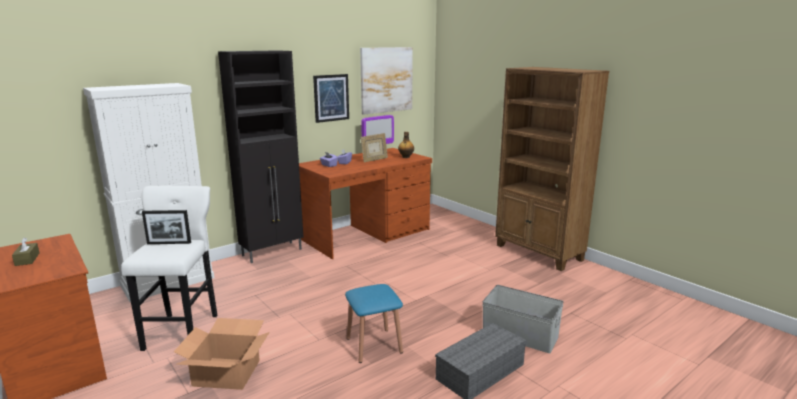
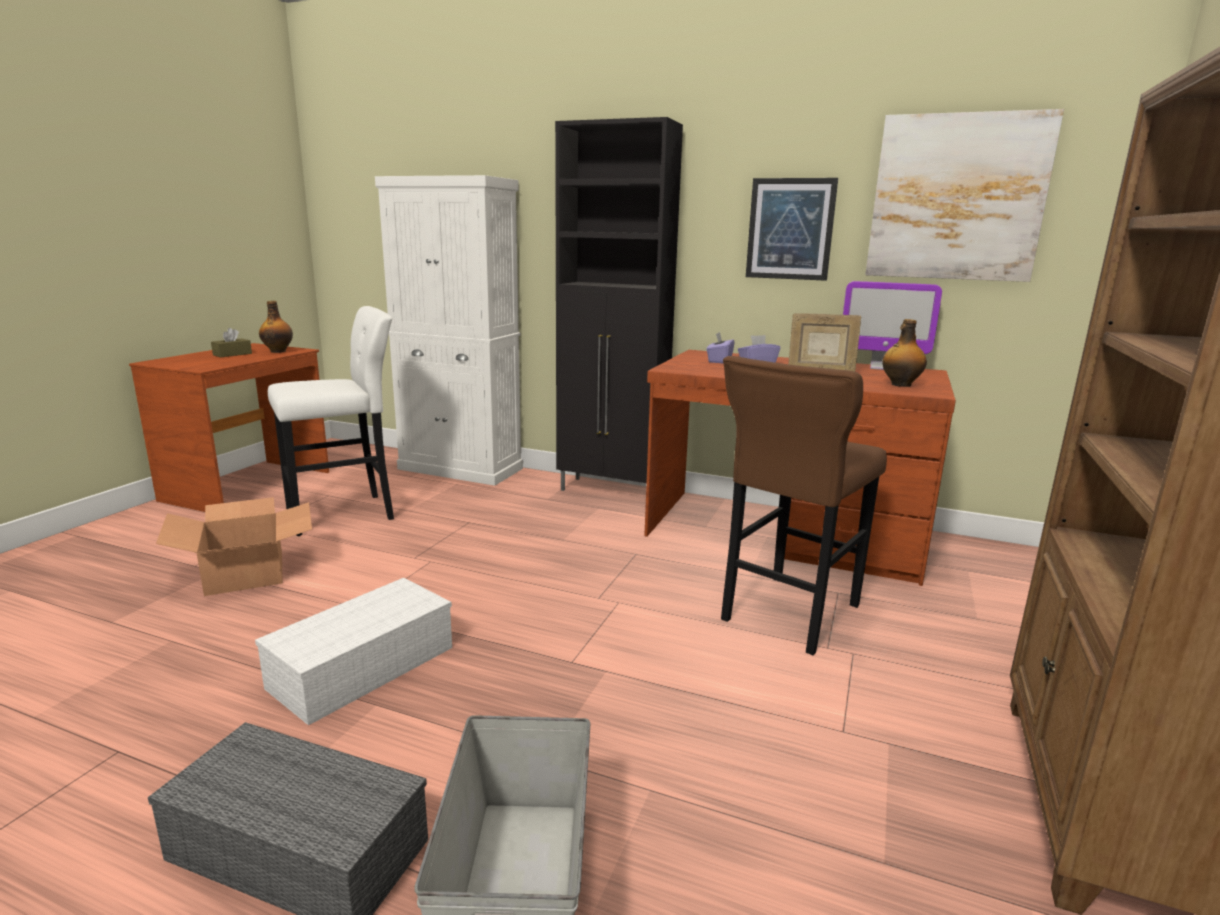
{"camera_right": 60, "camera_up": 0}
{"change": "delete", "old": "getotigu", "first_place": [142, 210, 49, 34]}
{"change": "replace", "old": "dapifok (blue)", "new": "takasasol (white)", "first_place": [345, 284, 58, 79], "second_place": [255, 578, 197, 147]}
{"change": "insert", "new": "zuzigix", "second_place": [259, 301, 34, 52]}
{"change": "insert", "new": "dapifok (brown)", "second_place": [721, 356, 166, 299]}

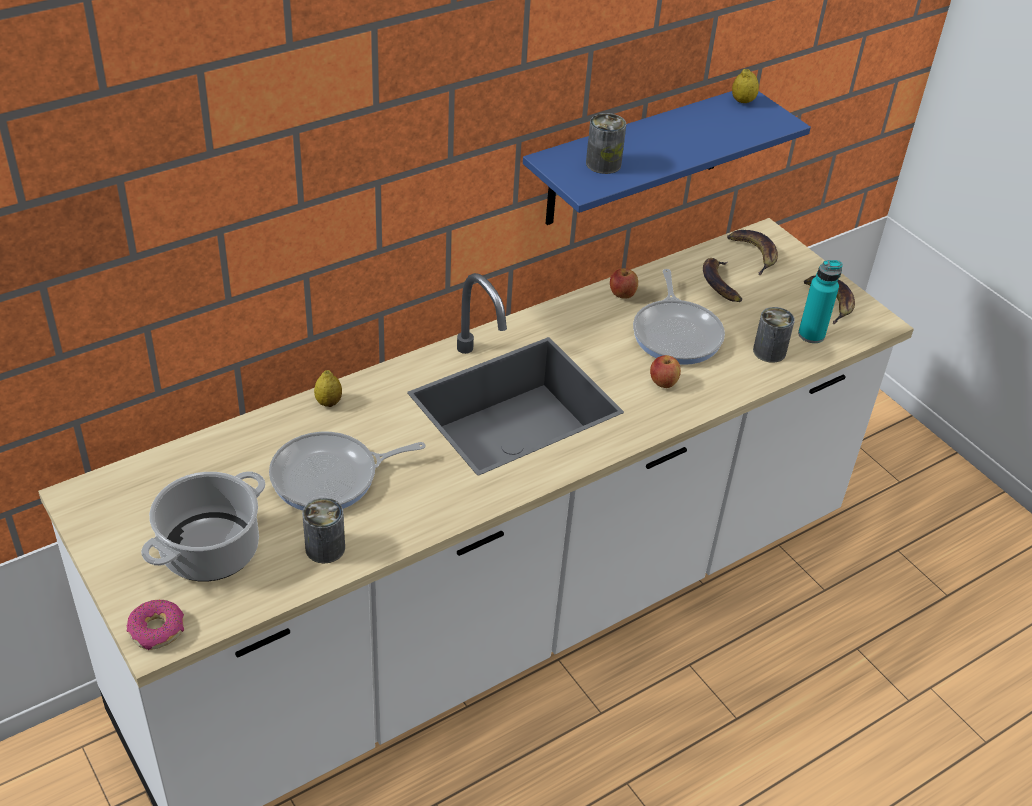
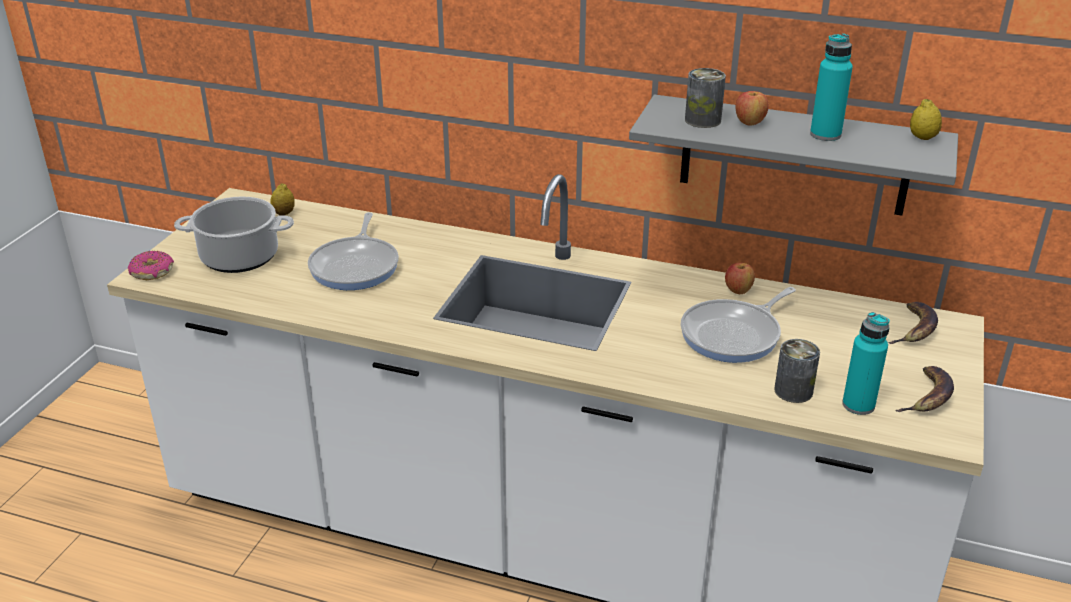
{"camera_right": 55, "camera_up": -10}
{"change": "rotate", "old": "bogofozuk", "first_place": [269, 432, 156, 79], "second_place": [308, 212, 91, 78], "degrees": -120}
{"change": "delete", "old": "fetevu", "first_place": [302, 498, 43, 65]}
{"change": "move", "old": "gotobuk", "first_place": [314, 370, 28, 37], "second_place": [270, 183, 25, 33]}
{"change": "recolor", "old": "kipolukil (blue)", "new": "kipolukil (grey)", "first_place": [523, 91, 288, 134], "second_place": [629, 95, 329, 121]}
{"change": "move", "old": "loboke", "first_place": [650, 355, 31, 33], "second_place": [735, 91, 34, 35]}
{"change": "delete", "old": "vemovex", "first_place": [703, 258, 39, 44]}
{"change": "insert", "new": "zuzigix (turquoise)", "second_place": [810, 33, 43, 108]}

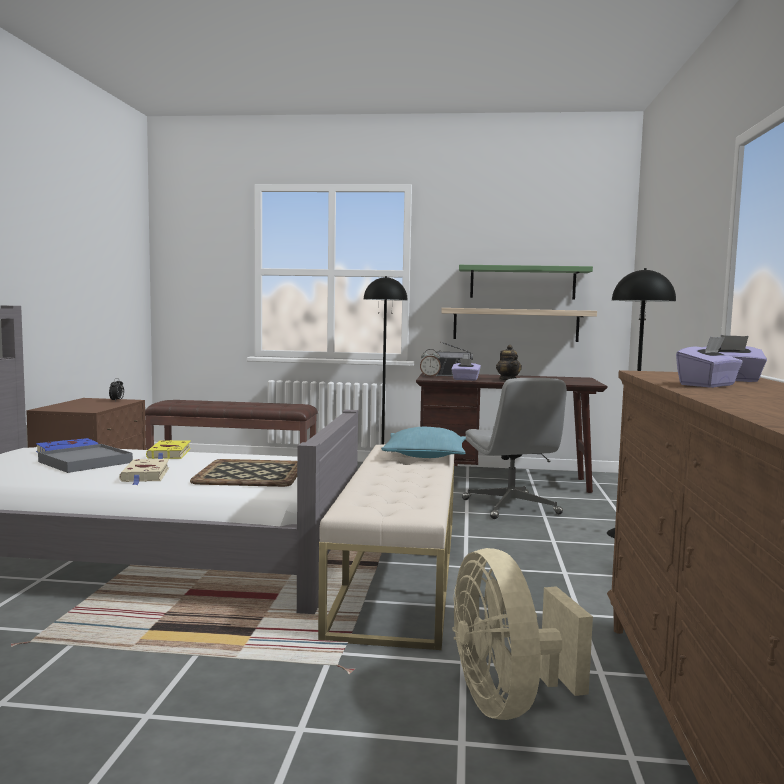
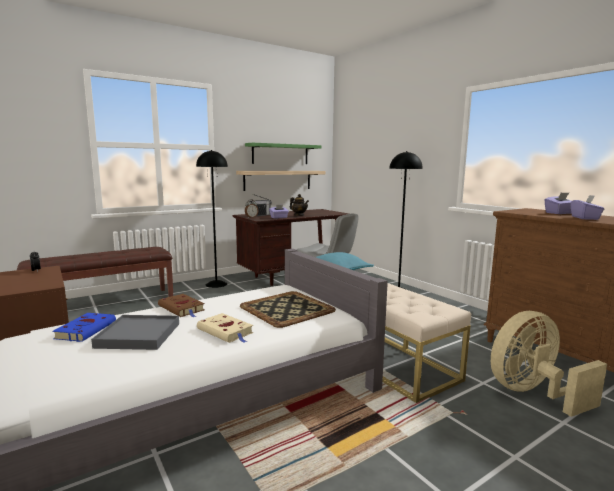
{"camera_right": -40, "camera_up": 5}
{"change": "recolor", "old": "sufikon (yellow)", "new": "sufikon (brown)", "first_place": [146, 440, 45, 19], "second_place": [158, 294, 47, 24]}
{"change": "rotate", "old": "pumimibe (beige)", "first_place": [453, 548, 140, 172], "second_place": [491, 311, 116, 106], "degrees": 120}

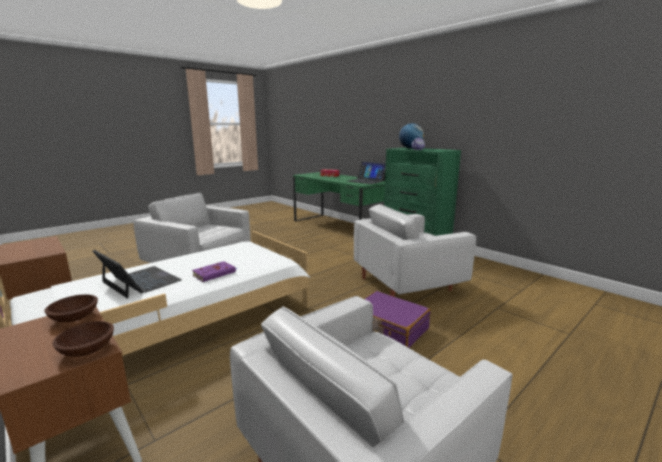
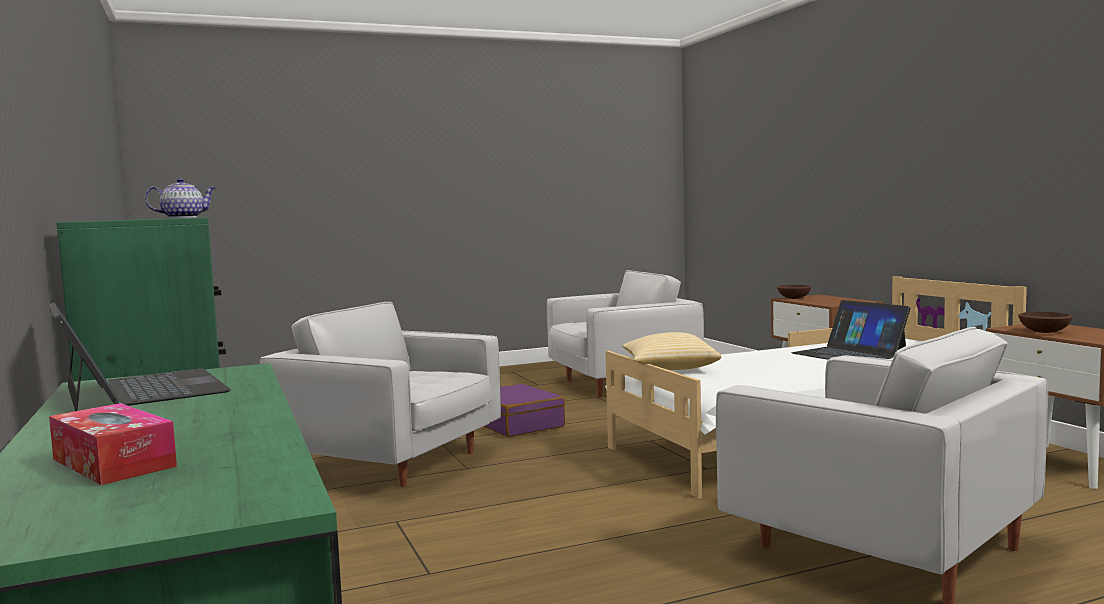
{"camera_right": -160, "camera_up": -10}
{"change": "move", "old": "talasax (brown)", "first_place": [44, 295, 54, 27], "second_place": [1018, 312, 55, 21]}
{"change": "delete", "old": "sufikon (purple)", "first_place": [192, 261, 46, 21]}
{"change": "rotate", "old": "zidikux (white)", "first_place": [354, 204, 123, 93], "second_place": [260, 302, 241, 185], "degrees": -150}
{"change": "delete", "old": "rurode", "first_place": [399, 123, 25, 25]}
{"change": "insert", "new": "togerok", "second_place": [622, 332, 99, 38]}

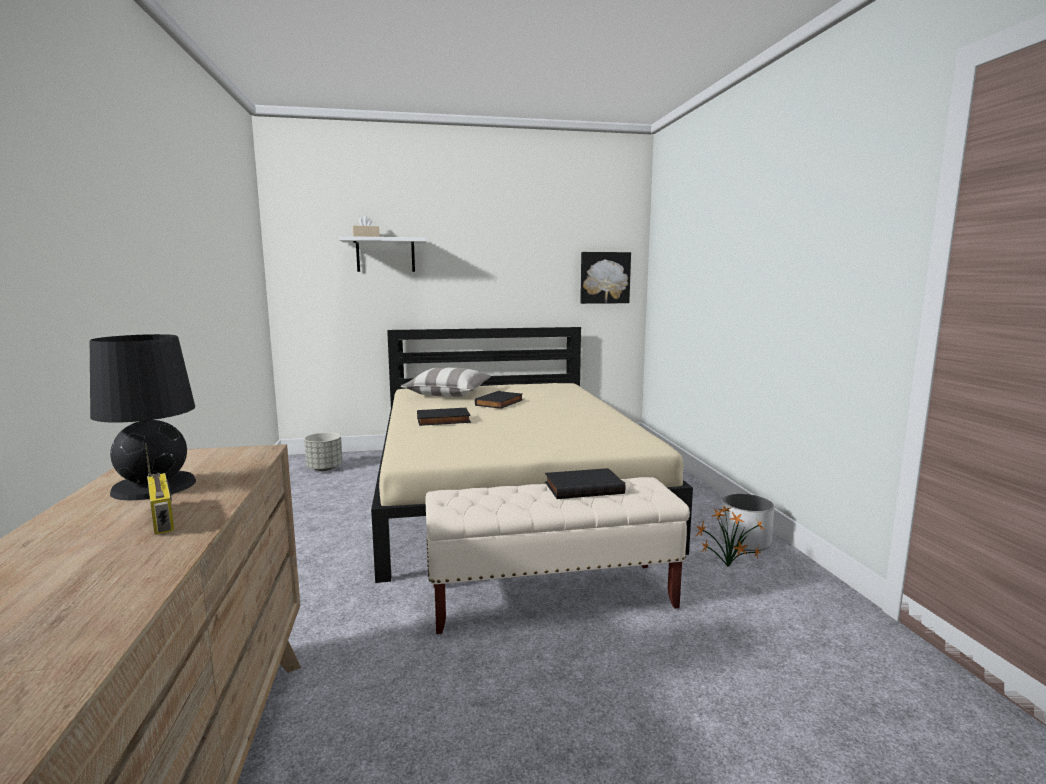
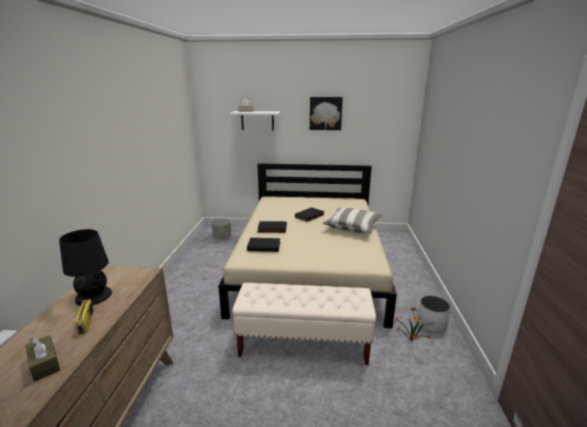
{"camera_right": 15, "camera_up": 10}
{"change": "move", "old": "togerok", "first_place": [401, 367, 90, 30], "second_place": [322, 208, 60, 25]}
{"change": "move", "old": "sufikon (black)", "first_place": [545, 468, 80, 31], "second_place": [247, 238, 33, 14]}
{"change": "move", "old": "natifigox", "first_place": [580, 252, 51, 52], "second_place": [310, 97, 33, 33]}
{"change": "insert", "new": "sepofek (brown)", "second_place": [25, 335, 35, 47]}

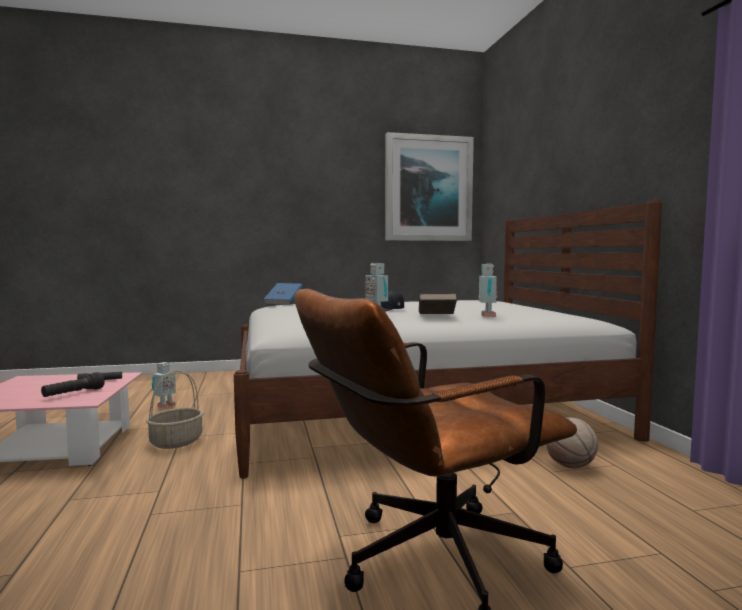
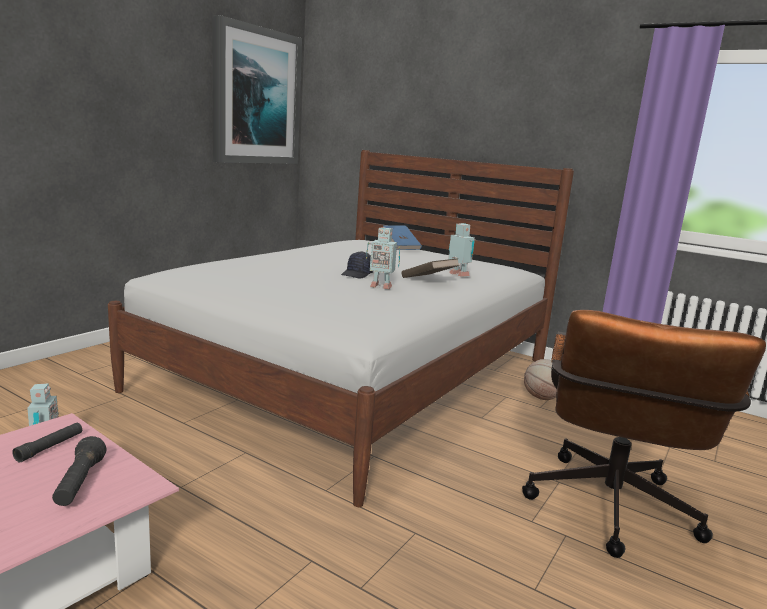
{"camera_right": -45, "camera_up": 10}
{"change": "delete", "old": "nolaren", "first_place": [146, 371, 58, 78]}
{"change": "move", "old": "sufikon (blue)", "first_place": [264, 283, 39, 22], "second_place": [383, 225, 39, 25]}

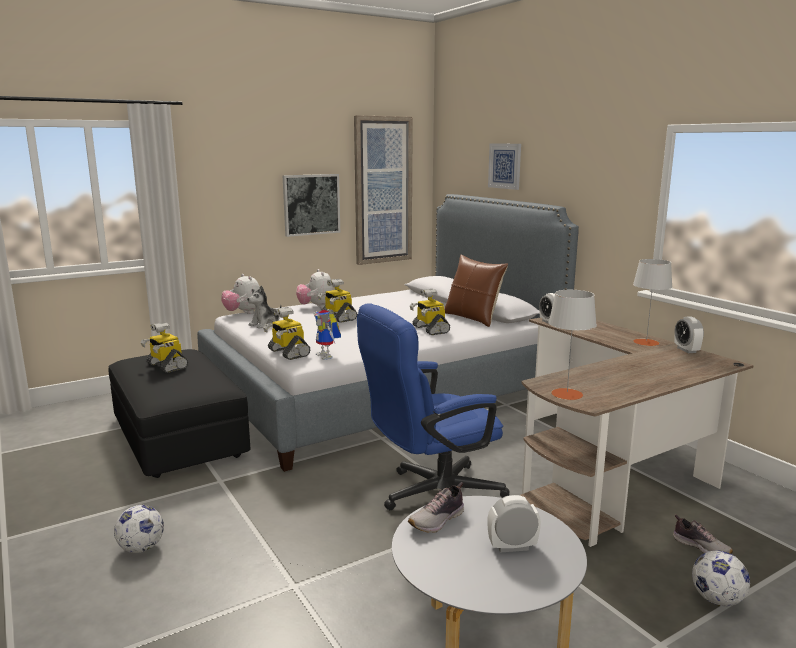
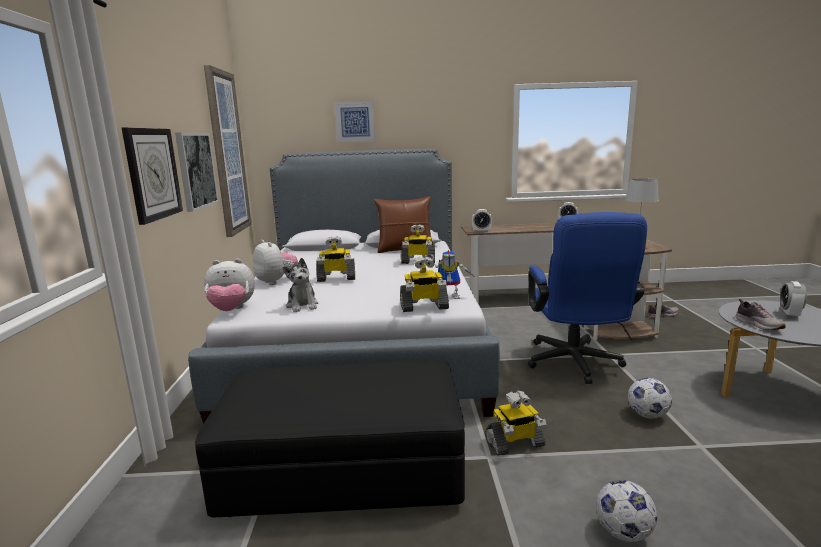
{"camera_right": -60, "camera_up": 0}
{"change": "move", "old": "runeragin", "first_place": [141, 322, 47, 51], "second_place": [485, 390, 62, 66]}
{"change": "rotate", "old": "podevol", "first_place": [296, 269, 37, 39], "second_place": [253, 240, 45, 45], "degrees": -135}
{"change": "delete", "old": "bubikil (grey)", "first_place": [633, 259, 39, 87]}
{"change": "move", "old": "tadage", "first_place": [692, 550, 58, 56], "second_place": [628, 378, 44, 41]}
{"change": "insert", "new": "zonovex", "second_place": [122, 127, 61, 98]}

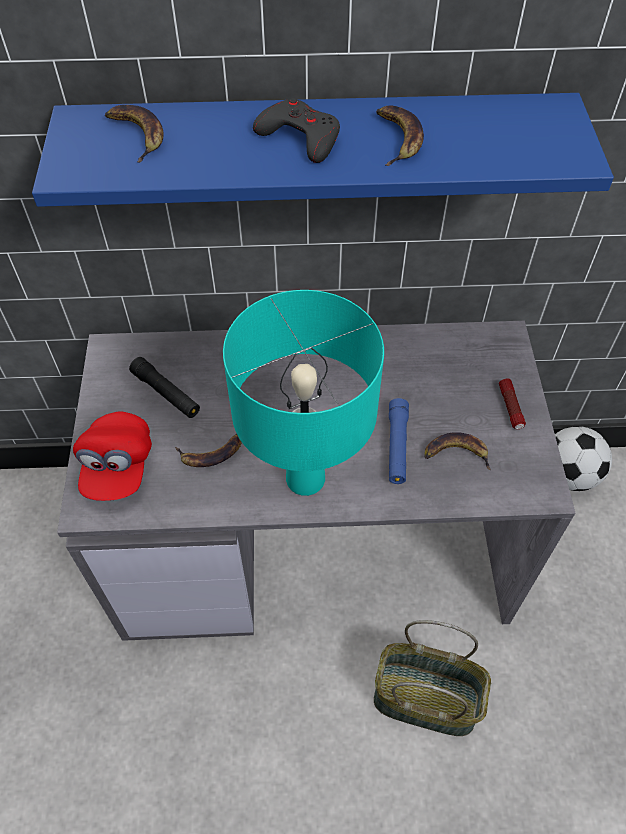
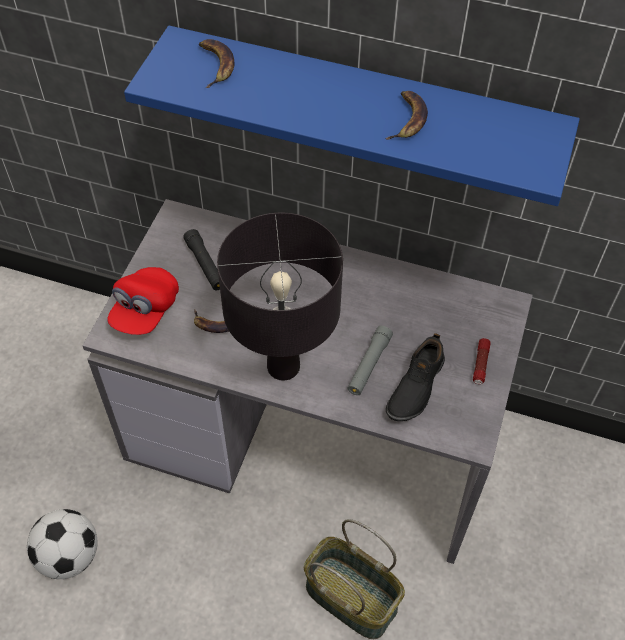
{"camera_right": 20, "camera_up": 0}
{"change": "recolor", "old": "bubikil (turquoise)", "new": "bubikil (black)", "first_place": [223, 290, 161, 206], "second_place": [217, 213, 126, 168]}
{"change": "delete", "old": "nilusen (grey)", "first_place": [253, 98, 87, 65]}
{"change": "recolor", "old": "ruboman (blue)", "new": "ruboman (grey)", "first_place": [389, 398, 20, 86], "second_place": [348, 326, 45, 69]}
{"change": "replace", "old": "vemovex", "new": "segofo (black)", "first_place": [424, 432, 67, 38], "second_place": [386, 333, 59, 88]}
{"change": "move", "old": "tadage", "first_place": [555, 426, 57, 65], "second_place": [27, 509, 70, 70]}

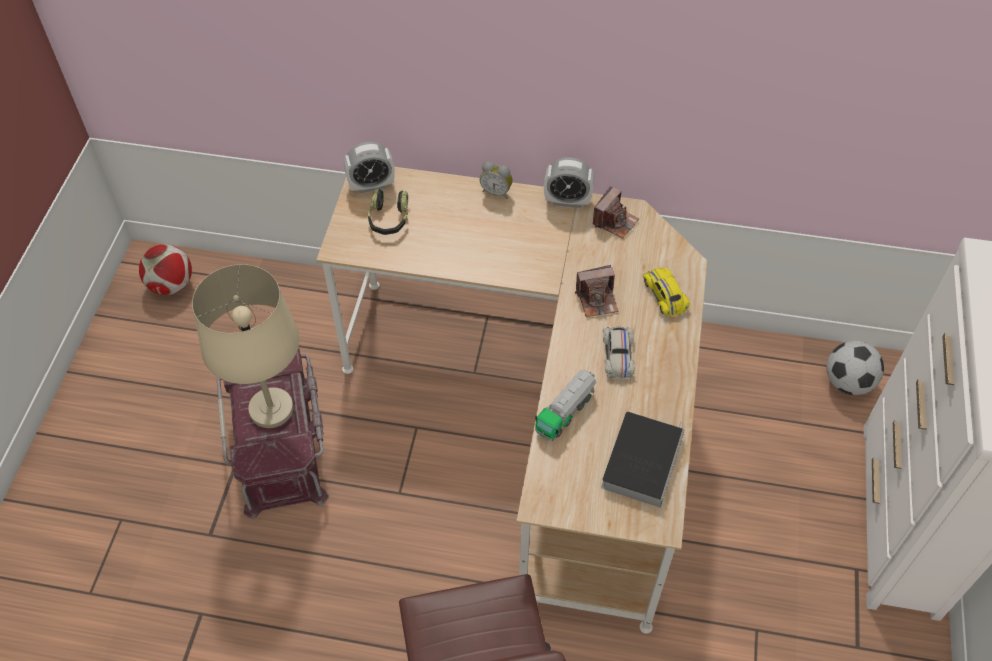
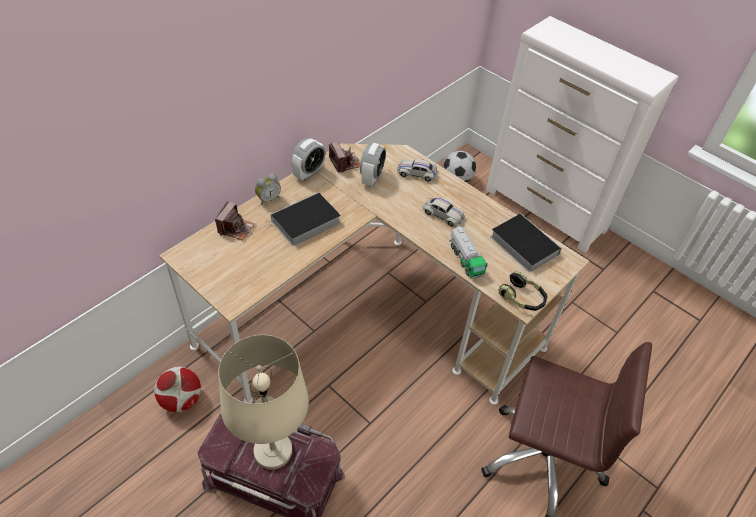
{"camera_right": -60, "camera_up": -5}
{"change": "move", "old": "tadage", "first_place": [139, 244, 53, 51], "second_place": [154, 367, 47, 45]}
{"change": "move", "old": "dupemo", "first_place": [344, 142, 51, 51], "second_place": [360, 143, 26, 43]}
{"change": "move", "old": "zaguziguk", "first_place": [368, 189, 40, 46], "second_place": [498, 271, 50, 40]}
{"change": "move", "old": "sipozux", "first_place": [575, 265, 43, 52], "second_place": [215, 201, 40, 40]}
{"change": "recolor", "old": "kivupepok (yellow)", "new": "kivupepok (white)", "first_place": [643, 268, 47, 48], "second_place": [397, 159, 41, 22]}
{"change": "insert", "new": "sufikon", "second_place": [264, 192, 76, 54]}

